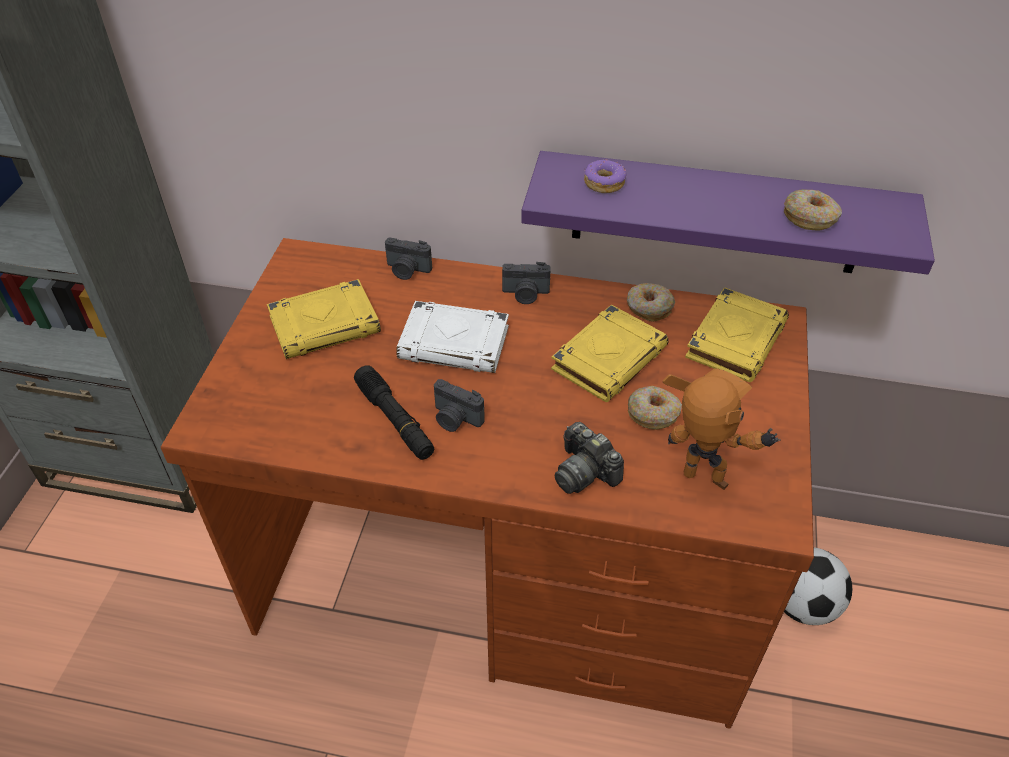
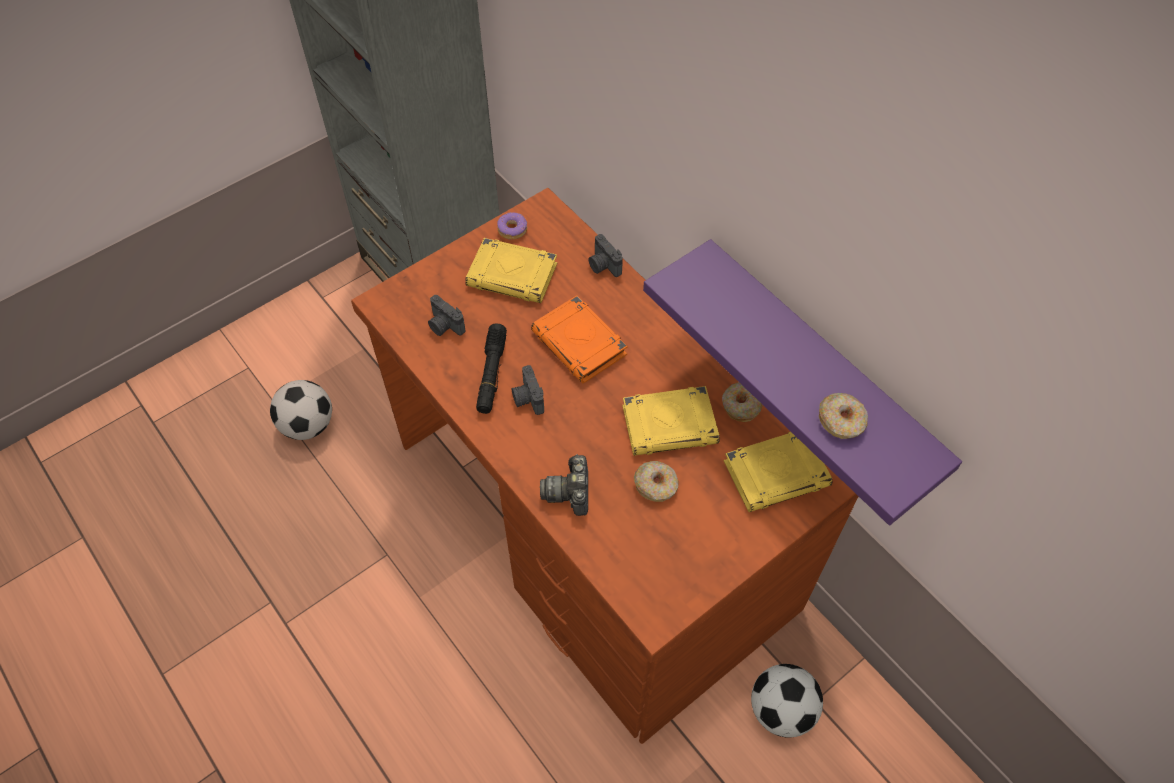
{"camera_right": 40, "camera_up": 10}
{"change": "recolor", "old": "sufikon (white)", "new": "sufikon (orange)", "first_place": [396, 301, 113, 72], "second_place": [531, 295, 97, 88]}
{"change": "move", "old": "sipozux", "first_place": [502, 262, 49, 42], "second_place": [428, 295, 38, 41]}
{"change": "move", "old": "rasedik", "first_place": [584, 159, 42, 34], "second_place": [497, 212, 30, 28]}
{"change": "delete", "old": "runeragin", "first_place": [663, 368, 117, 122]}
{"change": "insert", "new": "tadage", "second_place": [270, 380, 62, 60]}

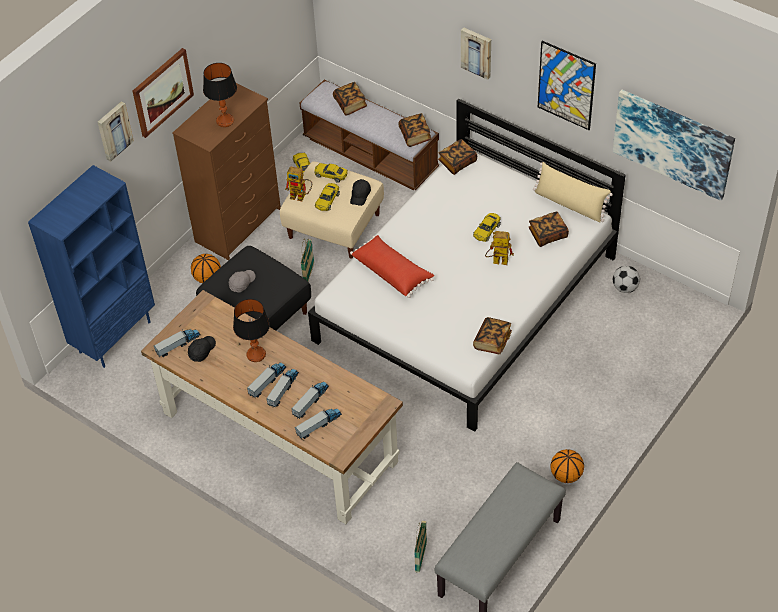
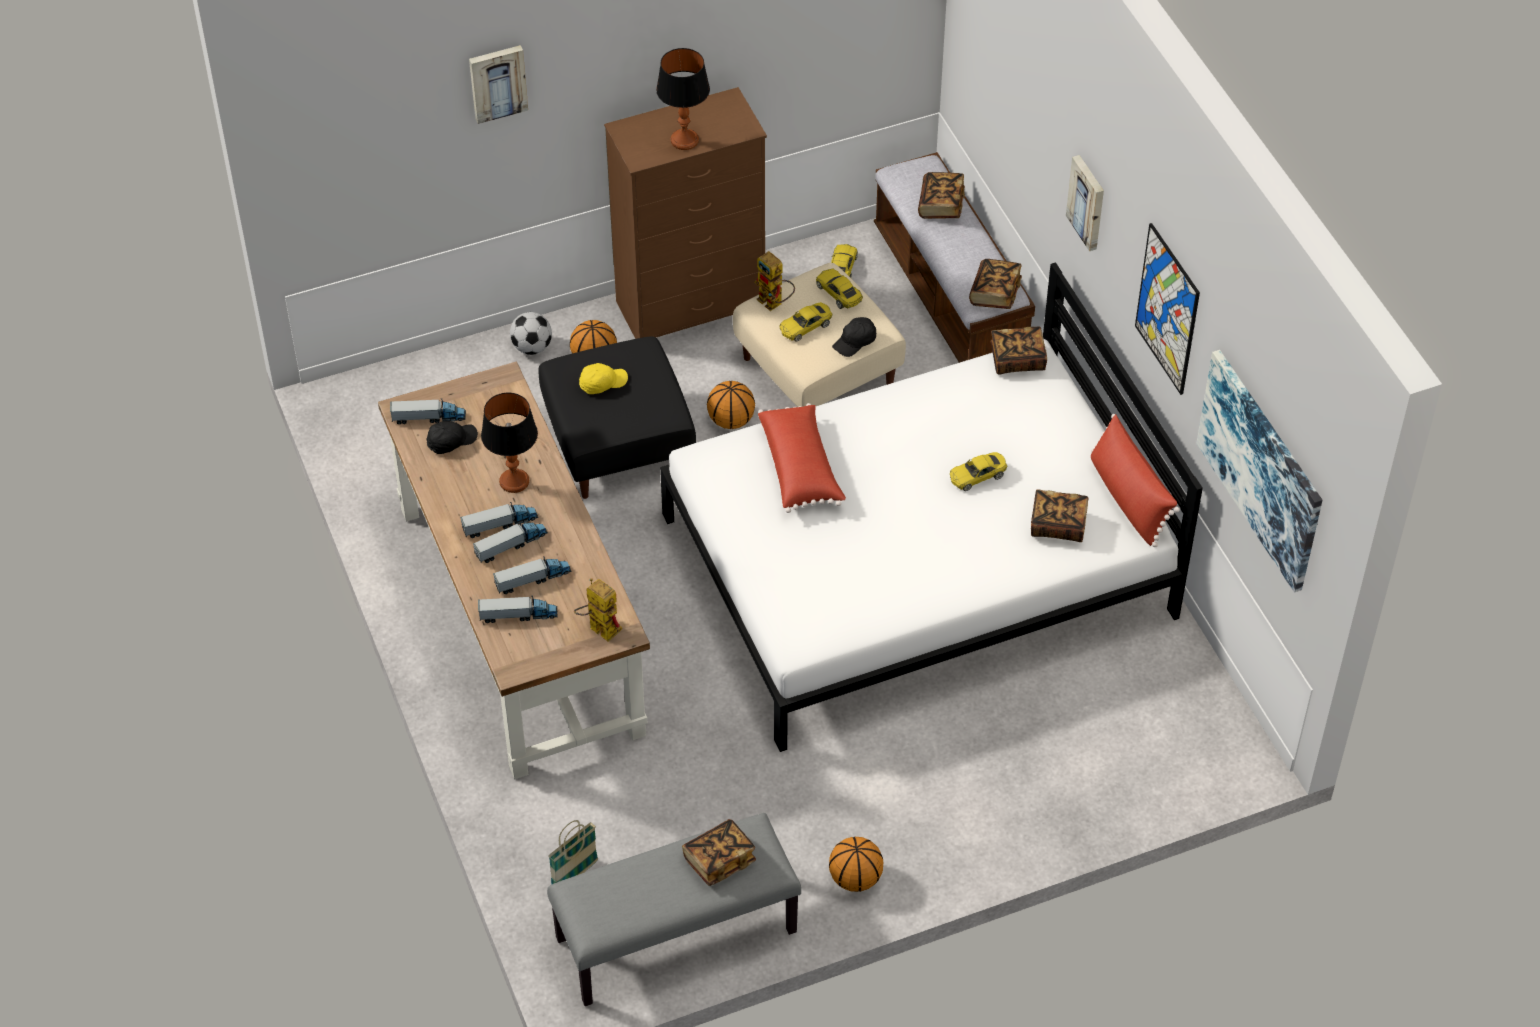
{"camera_right": 30, "camera_up": 0}
{"change": "delete", "old": "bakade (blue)", "first_place": [28, 165, 127, 203]}
{"change": "delete", "old": "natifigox", "first_place": [133, 48, 61, 90]}
{"change": "recolor", "old": "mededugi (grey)", "new": "mededugi (yellow)", "first_place": [229, 270, 26, 23], "second_place": [579, 363, 49, 31]}
{"change": "replace", "old": "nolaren", "new": "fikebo", "first_place": [301, 238, 13, 43], "second_place": [707, 381, 48, 48]}
{"change": "move", "old": "sufikon", "first_place": [473, 317, 39, 37], "second_place": [682, 819, 74, 67]}
{"change": "move", "old": "runeragin", "first_place": [485, 231, 29, 34], "second_place": [574, 578, 48, 64]}
{"change": "recolor", "old": "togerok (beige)", "new": "togerok (red)", "first_place": [533, 162, 80, 60], "second_place": [1091, 414, 89, 133]}
{"change": "move", "old": "tadage", "first_place": [613, 266, 27, 27], "second_place": [510, 312, 42, 43]}

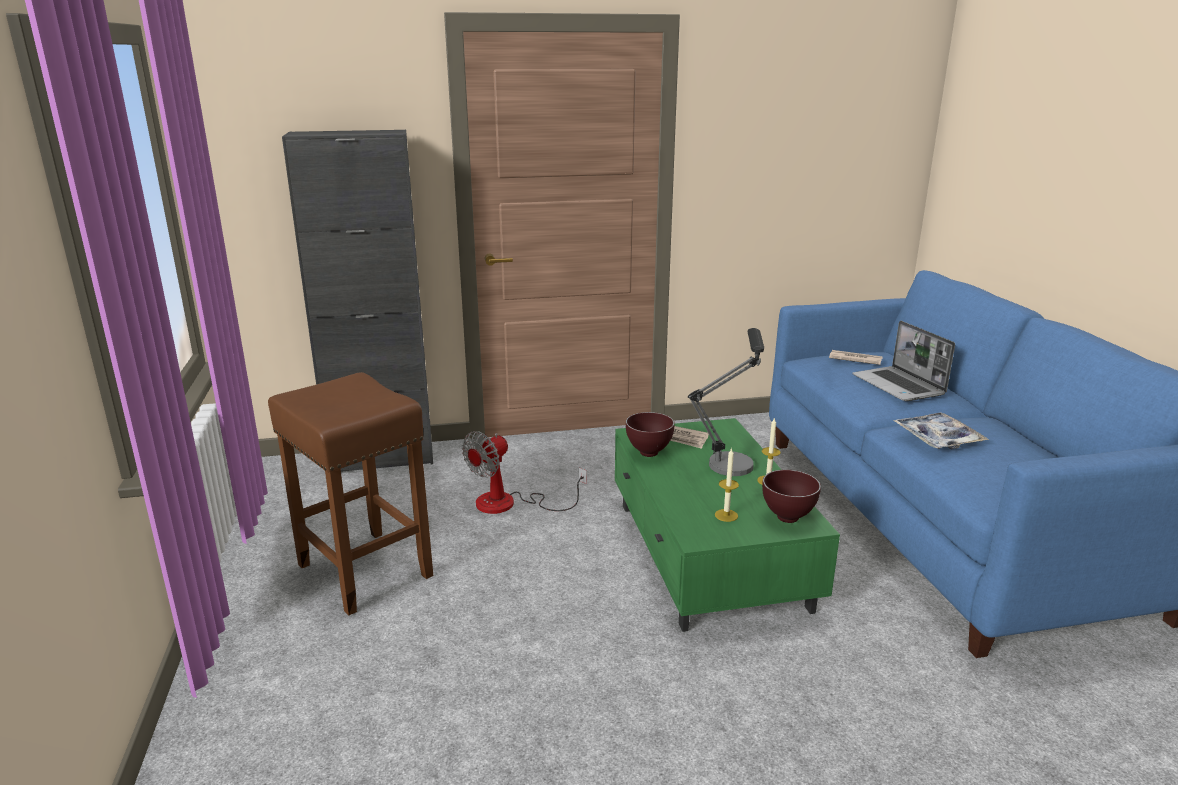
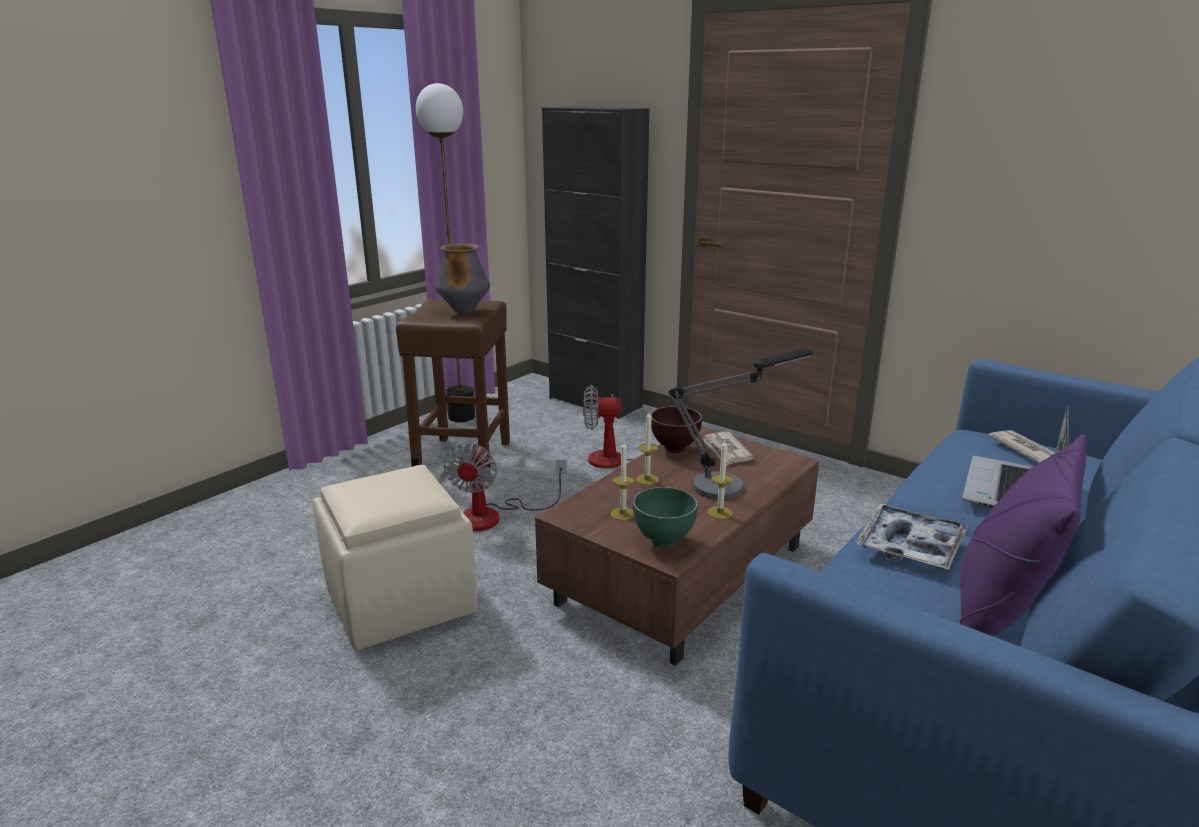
{"camera_right": 50, "camera_up": 0}
{"change": "recolor", "old": "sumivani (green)", "new": "sumivani (brown)", "first_place": [615, 418, 225, 214], "second_place": [535, 426, 285, 240]}
{"change": "recolor", "old": "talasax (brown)", "new": "talasax (green)", "first_place": [762, 470, 59, 53], "second_place": [633, 487, 65, 61]}
{"change": "insert", "new": "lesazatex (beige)", "second_place": [313, 465, 165, 186]}
{"change": "insert", "new": "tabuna", "second_place": [416, 83, 59, 339]}
{"change": "insert", "new": "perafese", "second_place": [435, 243, 55, 70]}
{"change": "insert", "new": "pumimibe", "second_place": [444, 443, 122, 88]}
{"change": "insert", "new": "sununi", "second_place": [636, 412, 23, 73]}
{"change": "insert", "new": "togerok (purple)", "second_place": [960, 435, 126, 201]}

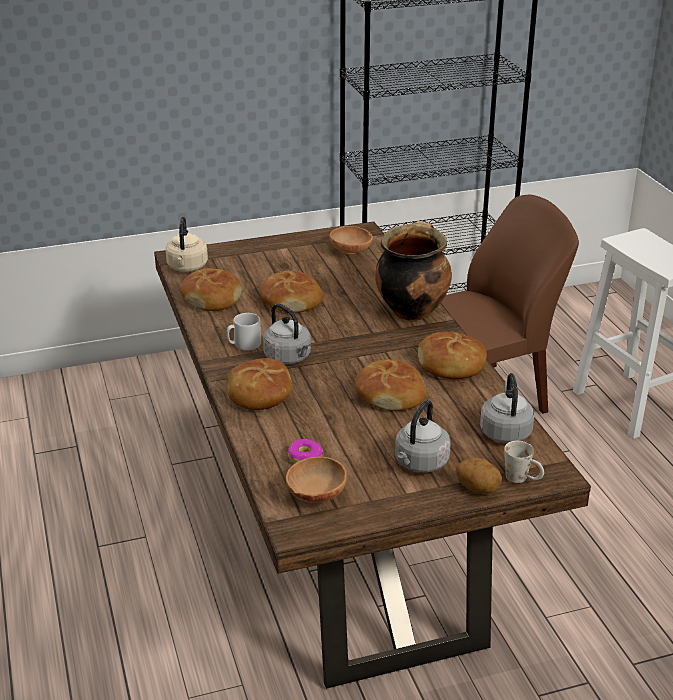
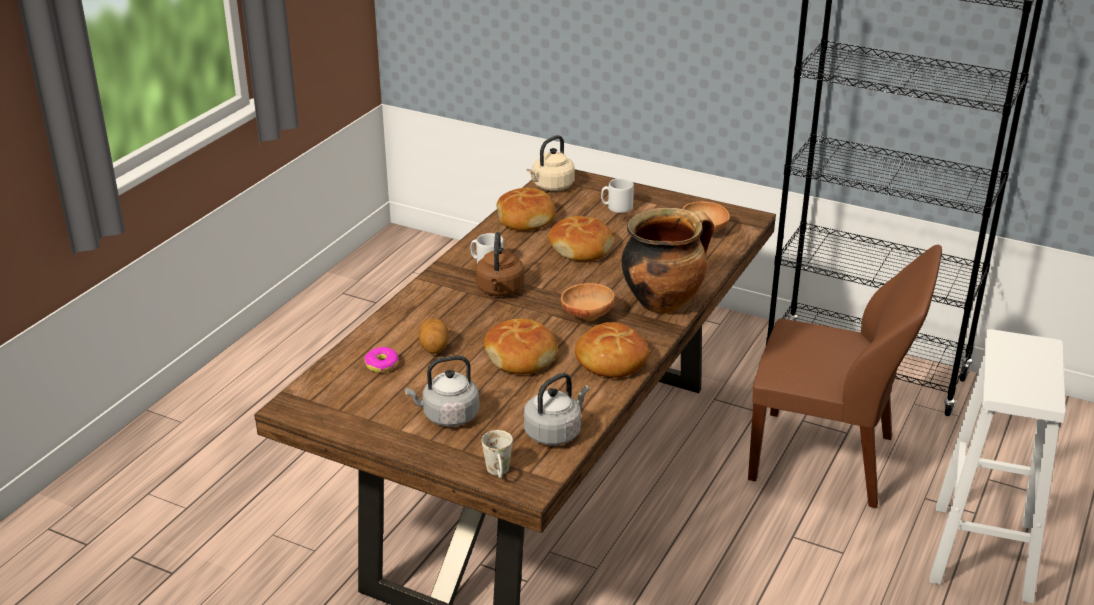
{"camera_right": 45, "camera_up": 0}
{"change": "delete", "old": "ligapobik", "first_place": [227, 358, 66, 52]}
{"change": "recolor", "old": "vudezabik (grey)", "new": "vudezabik (brown)", "first_place": [263, 303, 48, 62], "second_place": [476, 232, 48, 64]}
{"change": "move", "old": "talasax (brown)", "first_place": [286, 457, 61, 46], "second_place": [561, 283, 54, 38]}
{"change": "move", "old": "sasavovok", "first_place": [455, 457, 47, 36], "second_place": [418, 318, 32, 36]}
{"change": "insert", "new": "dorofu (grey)", "second_place": [601, 178, 33, 35]}

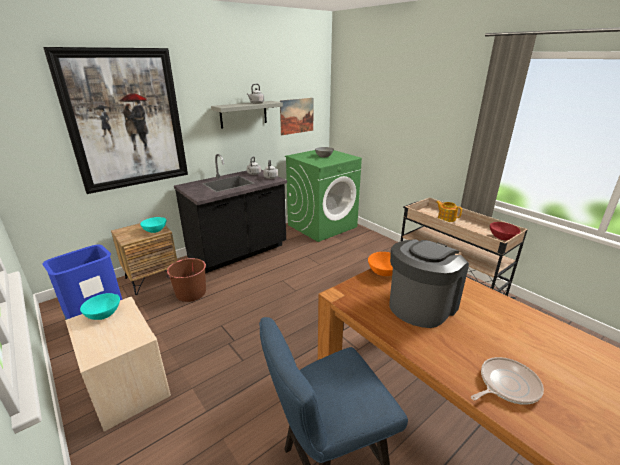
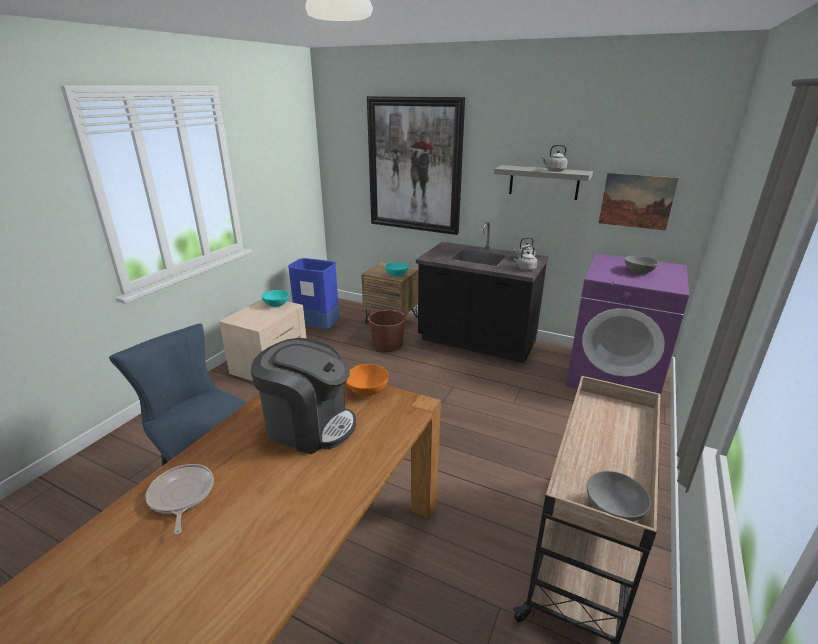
{"camera_right": 65, "camera_up": 0}
{"change": "recolor", "old": "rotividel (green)", "new": "rotividel (purple)", "first_place": [285, 150, 77, 92], "second_place": [566, 253, 123, 143]}
{"change": "delete", "old": "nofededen", "first_place": [436, 201, 26, 21]}
{"change": "rotate", "old": "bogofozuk", "first_place": [471, 357, 73, 48], "second_place": [146, 464, 68, 71], "degrees": -150}
{"change": "recolor", "old": "talasax (red)", "new": "talasax (grey)", "first_place": [490, 222, 31, 18], "second_place": [587, 471, 64, 50]}

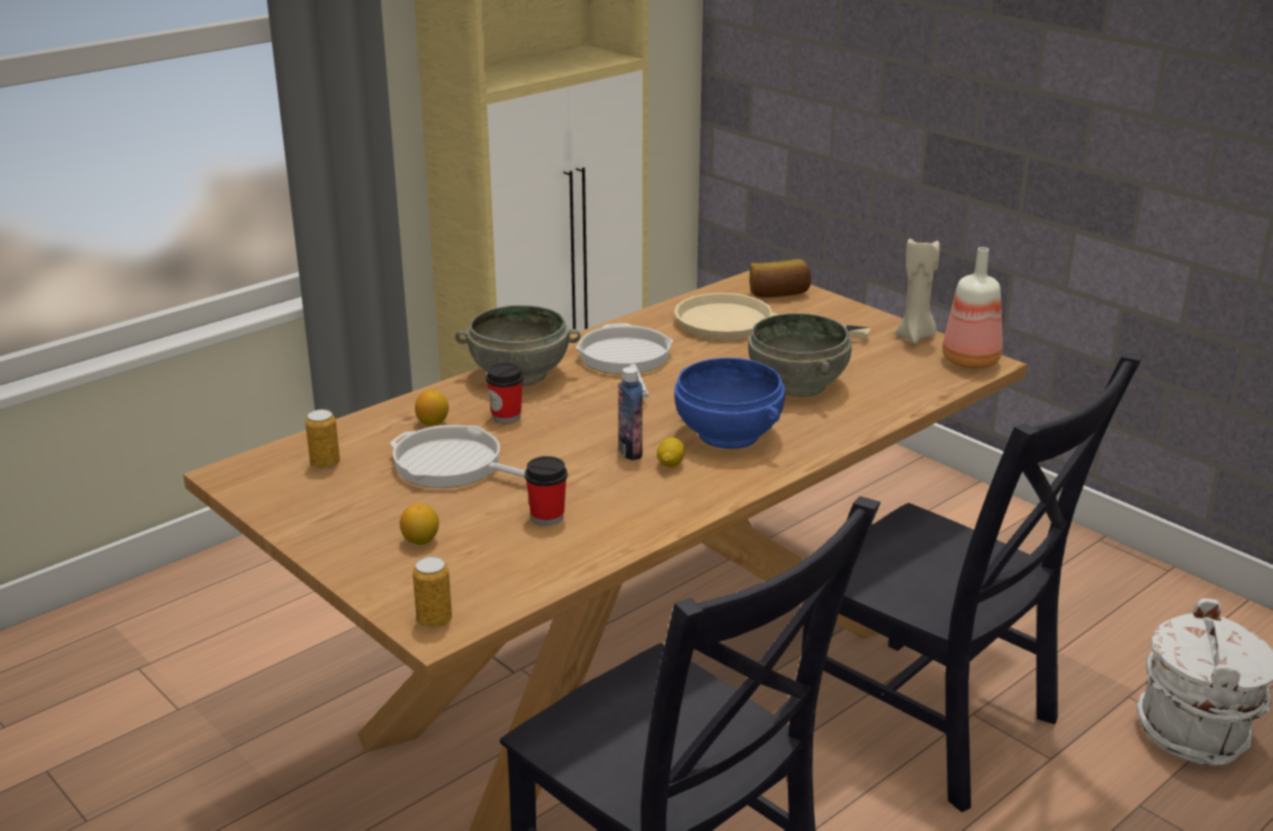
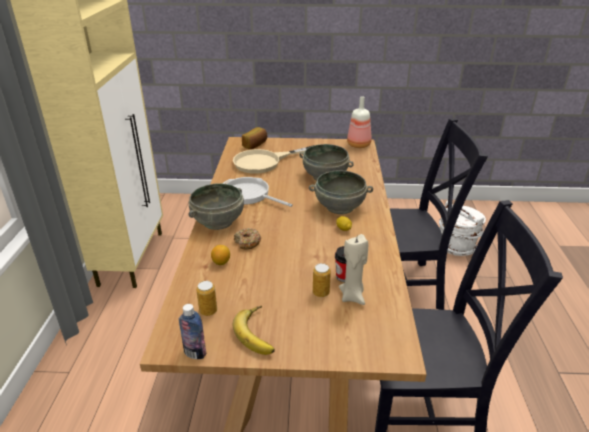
{"camera_right": -45, "camera_up": 5}
{"change": "delete", "old": "bogofozuk", "first_place": [390, 425, 135, 63]}
{"change": "delete", "old": "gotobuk", "first_place": [400, 503, 39, 42]}
{"change": "move", "old": "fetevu", "first_place": [413, 556, 39, 72], "second_place": [313, 263, 18, 34]}
{"change": "replace", "old": "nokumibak", "new": "rasedik", "first_place": [486, 363, 38, 60], "second_place": [234, 228, 27, 22]}
{"change": "move", "old": "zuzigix", "first_place": [618, 367, 25, 94], "second_place": [179, 304, 27, 55]}
{"change": "recolor", "old": "talasax (blue)", "new": "talasax (grey)", "first_place": [674, 358, 111, 91], "second_place": [309, 170, 64, 44]}
{"change": "move", "old": "sununi (beige)", "first_place": [895, 238, 45, 106], "second_place": [339, 234, 29, 71]}
{"change": "insert", "new": "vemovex", "second_place": [233, 306, 42, 49]}

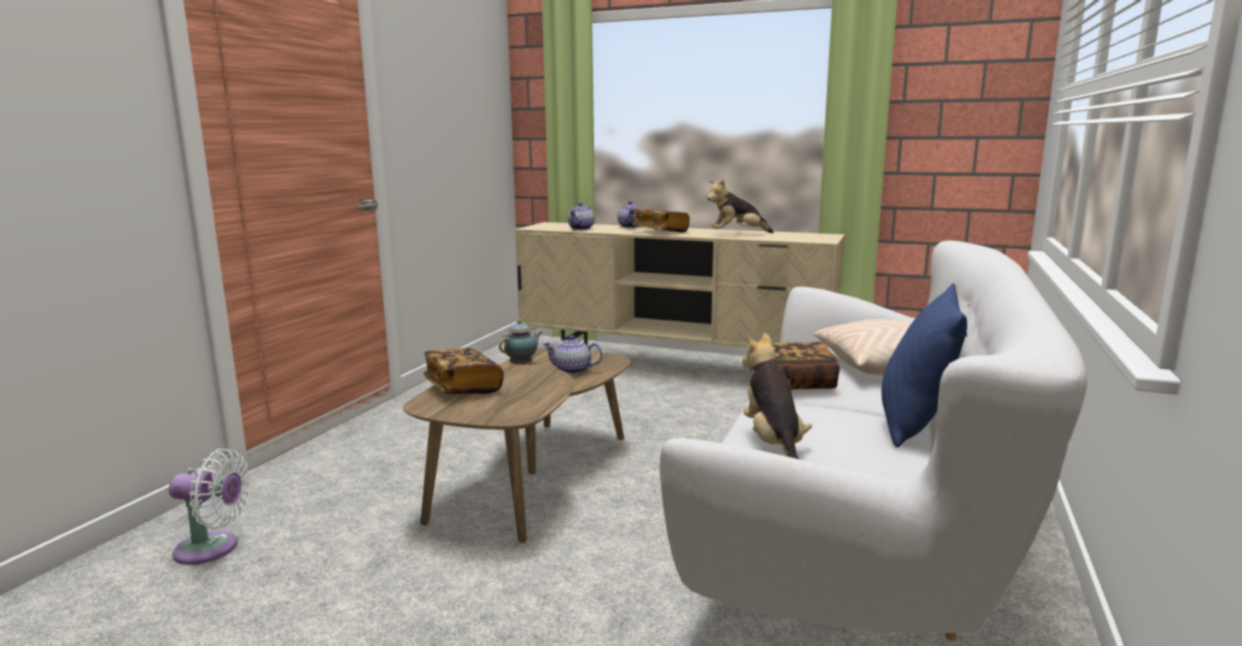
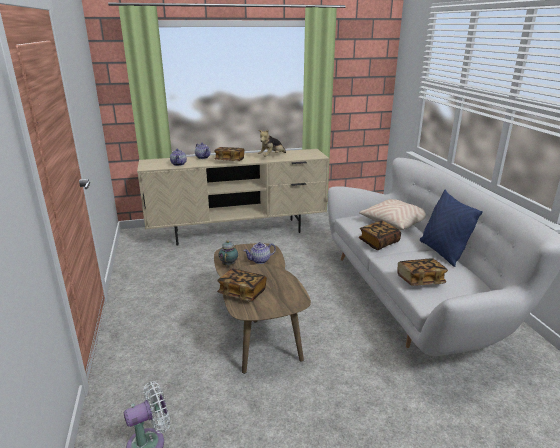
{"camera_right": -35, "camera_up": 10}
{"change": "replace", "old": "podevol", "new": "sufikon", "first_place": [742, 333, 70, 126], "second_place": [397, 259, 51, 26]}

